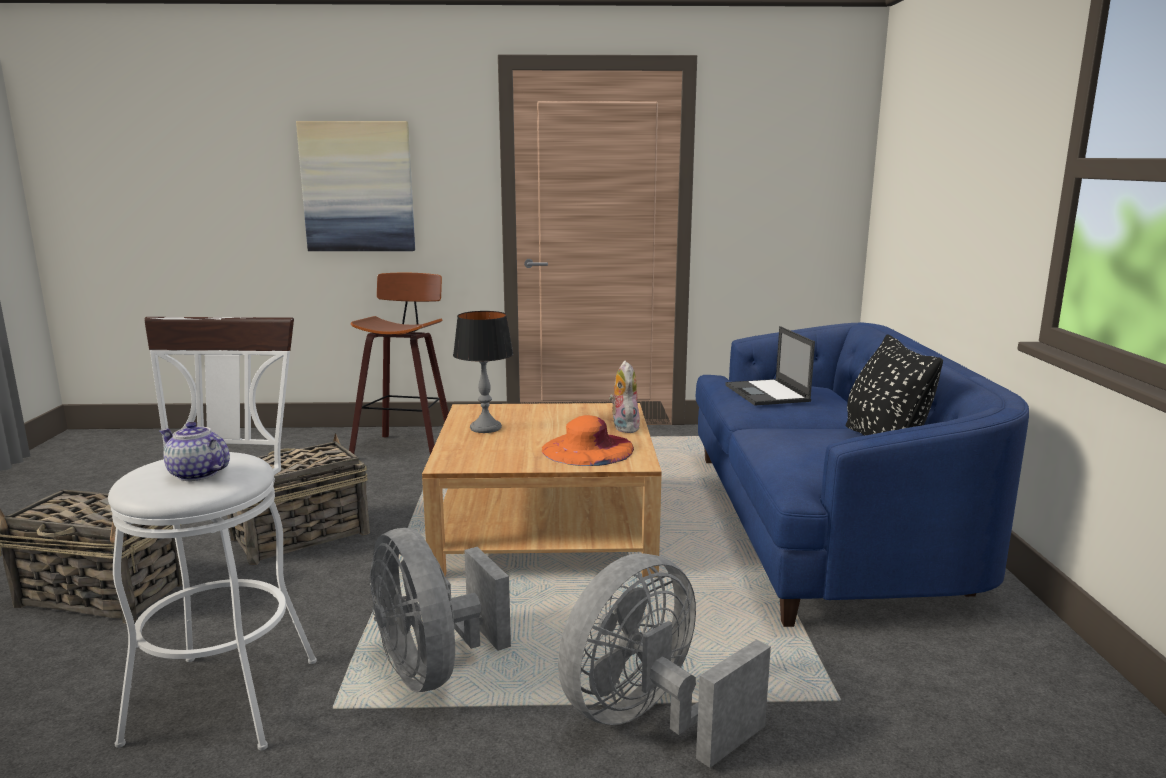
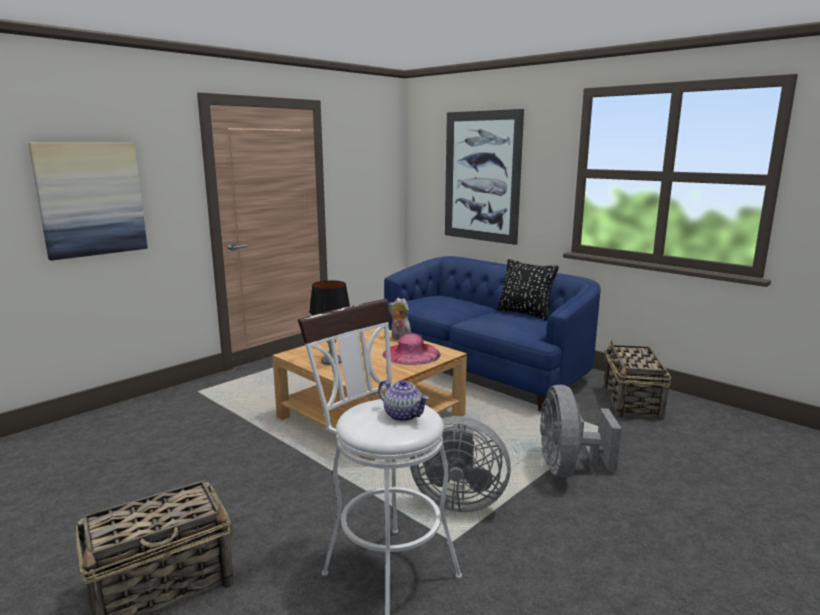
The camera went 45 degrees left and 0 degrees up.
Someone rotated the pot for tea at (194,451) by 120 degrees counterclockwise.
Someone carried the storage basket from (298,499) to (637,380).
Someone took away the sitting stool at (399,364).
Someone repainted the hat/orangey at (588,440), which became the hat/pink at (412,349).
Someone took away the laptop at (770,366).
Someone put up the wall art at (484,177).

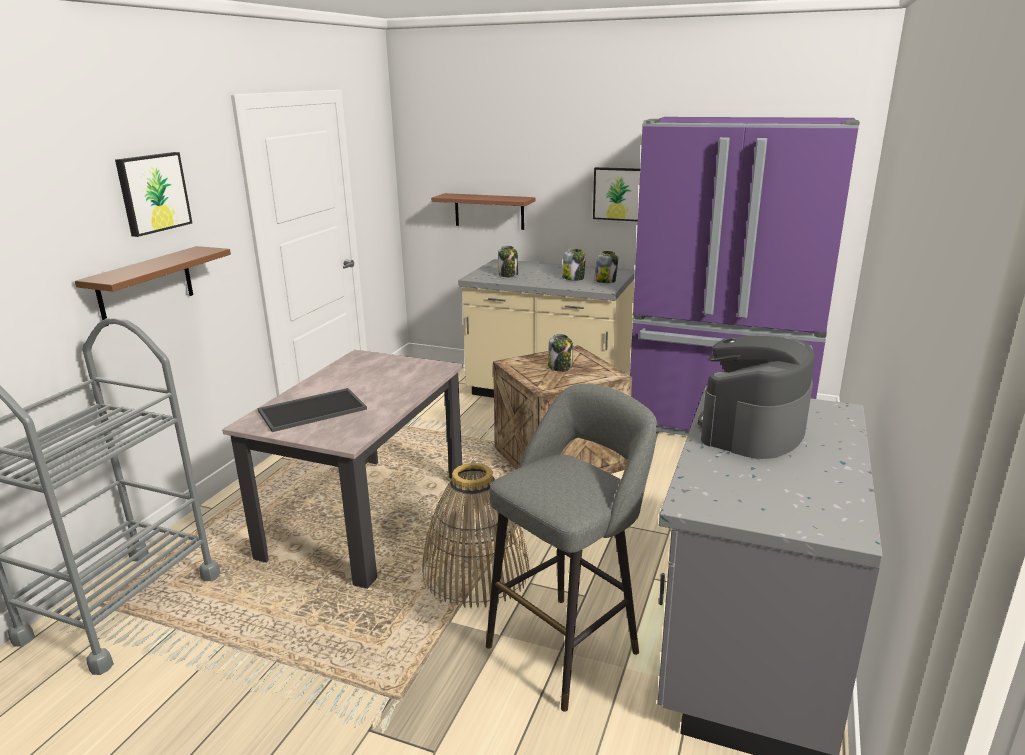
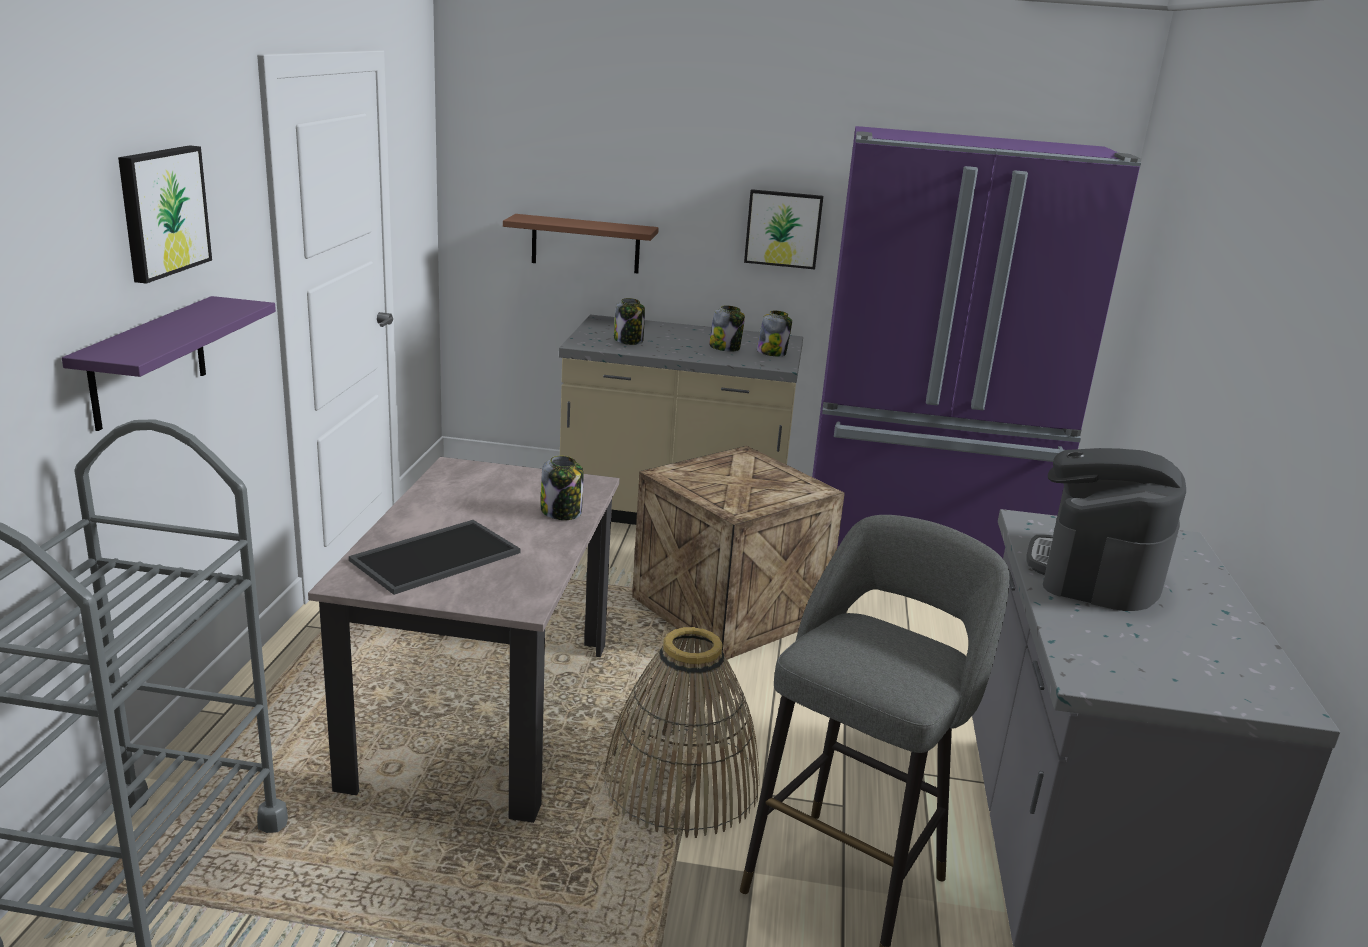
The camera went 15 degrees left and 0 degrees up.
Someone repainted the shelf/brown-coloured at (153,286), which became the shelf/purple-coloured at (169,363).
Someone carried the jar from (560,353) to (562,488).

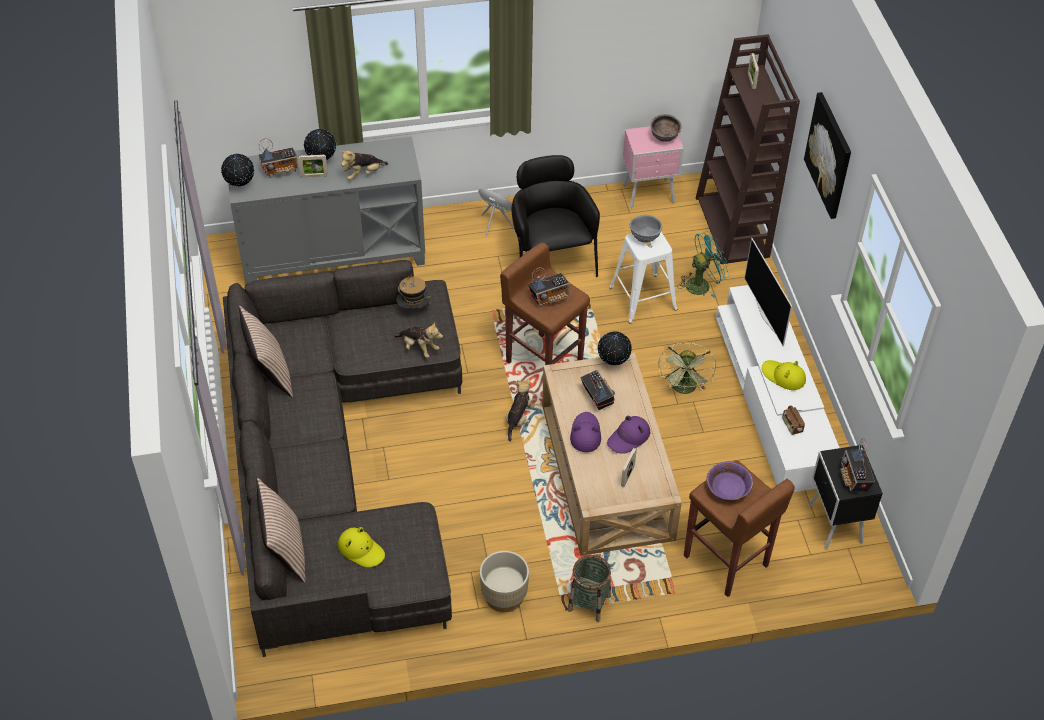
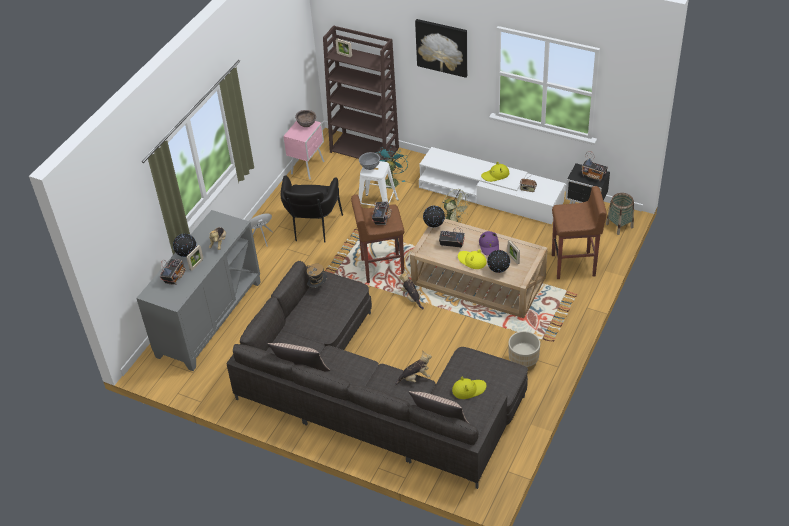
The camera went 50 degrees left and 5 degrees down.
Someone carried the globe from (237,170) to (498,261).
Someone carried the plush toy from (419,340) to (413,368).
Someone rotated the armchair/blackish at (556,216) by 105 degrees counterclockwise.
Someone carried the storage basket from (589,588) to (620,214).
Someone repainted the hat/purple-coloured at (585,432), which became the hat/yellow-coloured at (472,259).
Someone took away the deep dish/purple-coloured at (729,482).
Someone took away the television at (768,292).

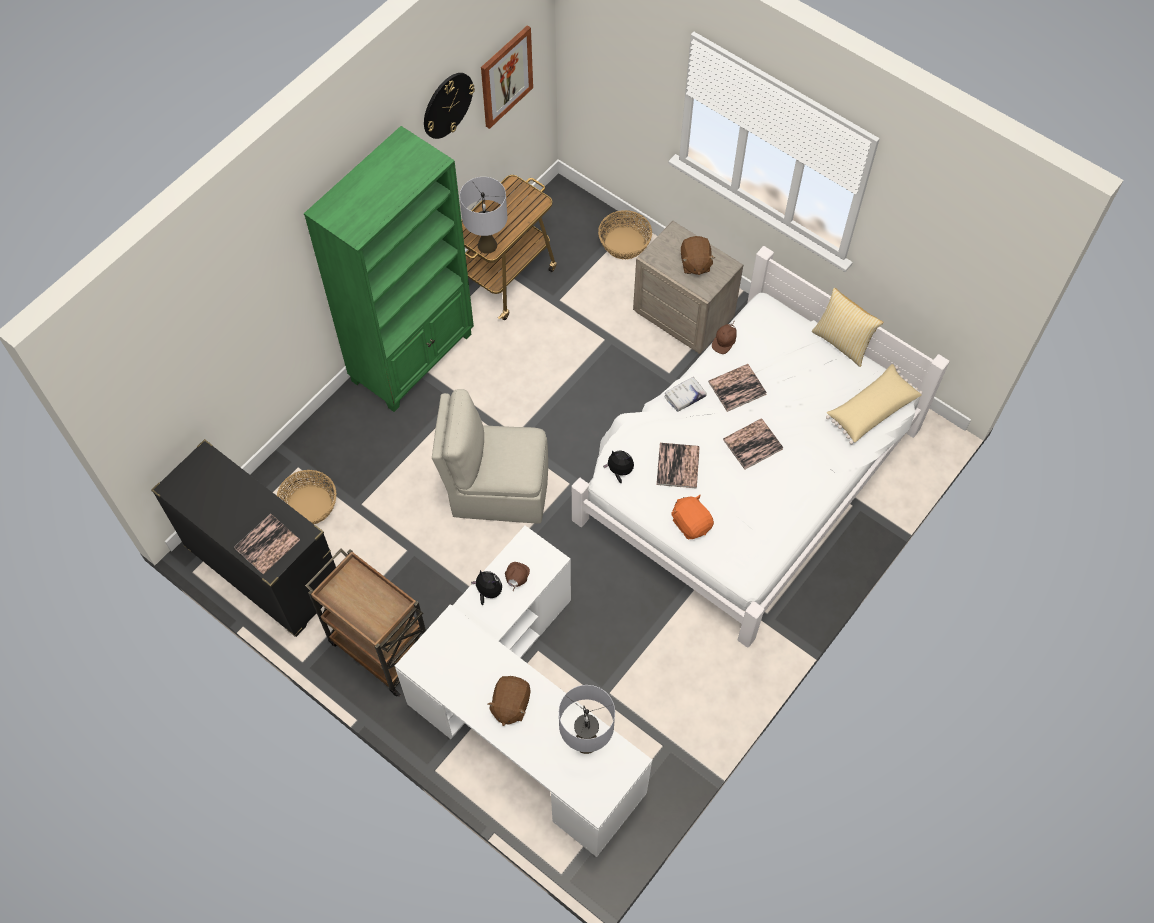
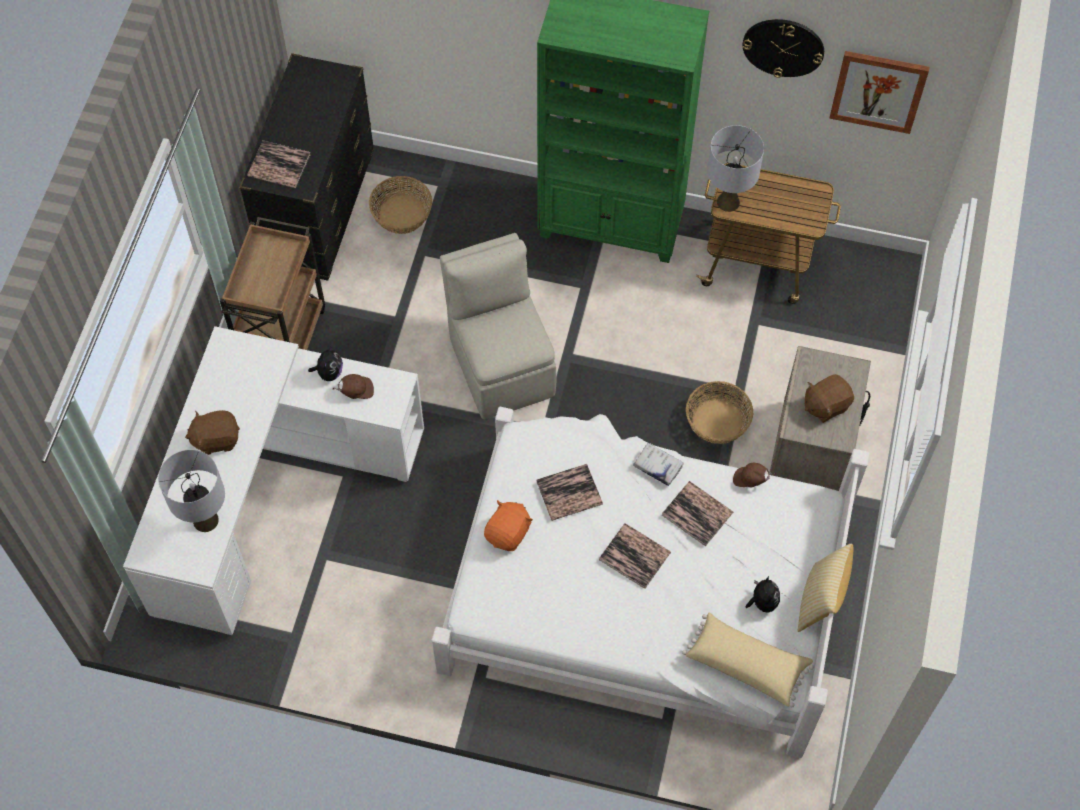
The camera went 65 degrees right and 0 degrees up.
Someone carried the storage basket from (625,234) to (719,412).
Someone carried the plush toy from (618,466) to (762,594).

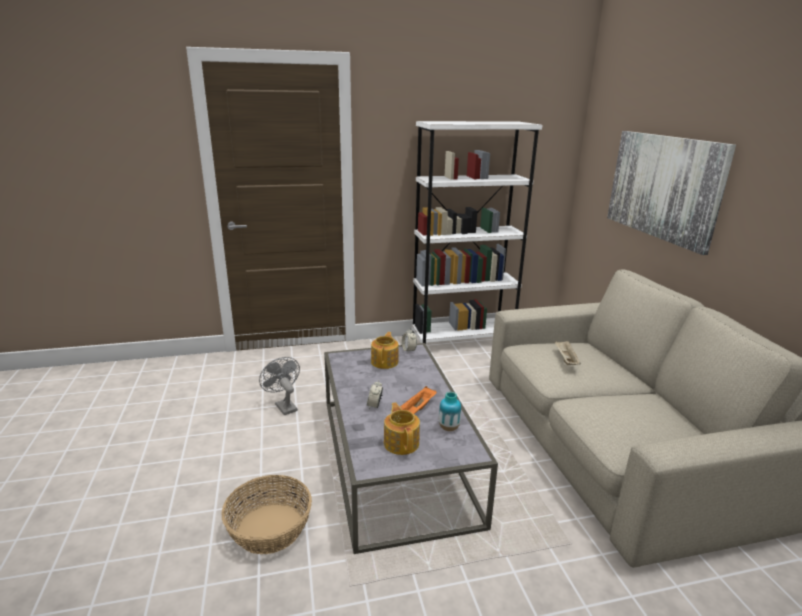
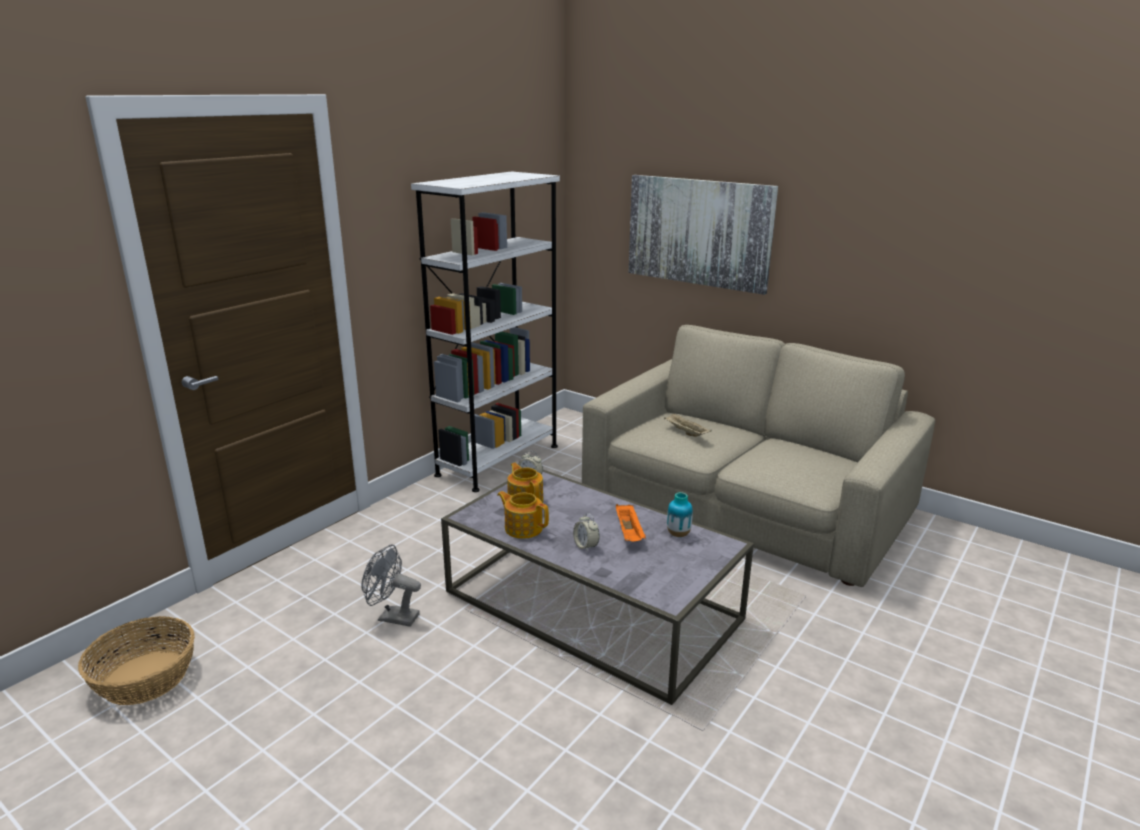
The camera went 40 degrees left and 0 degrees up.
Someone carried the storage basket from (266,514) to (136,660).
Someone carried the pot for tea from (402,428) to (523,515).

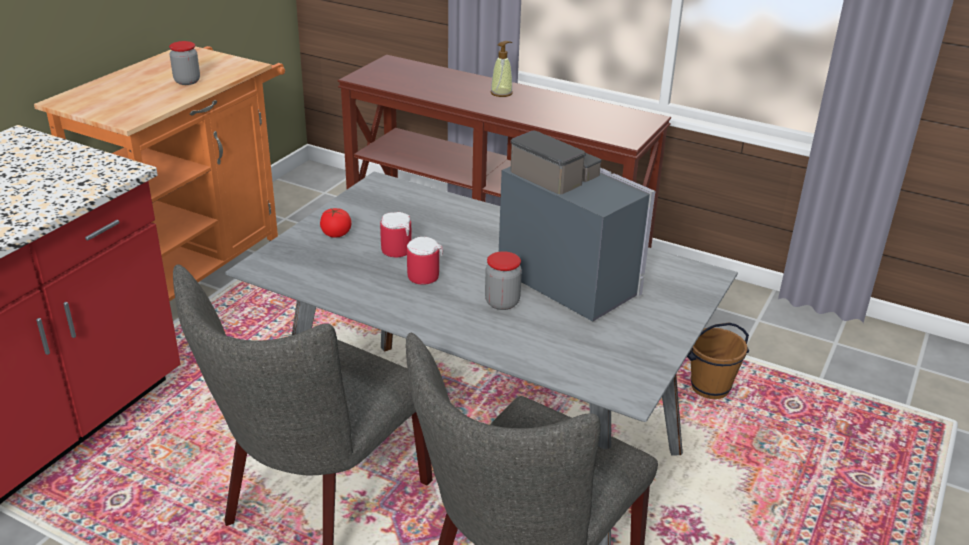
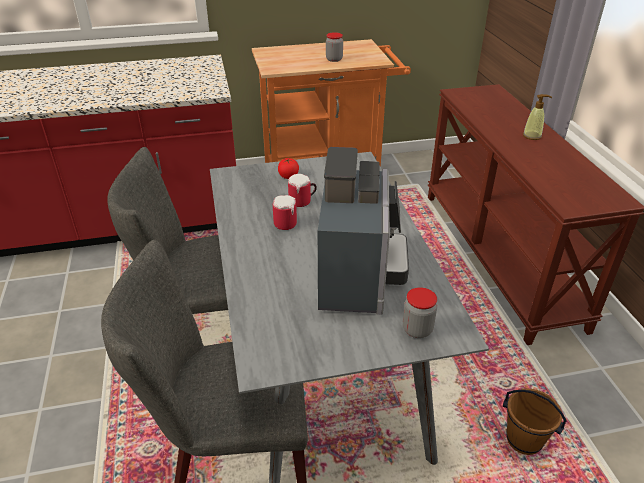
The camera went 50 degrees right and 5 degrees up.
Someone carried the jar from (503,280) to (420,312).

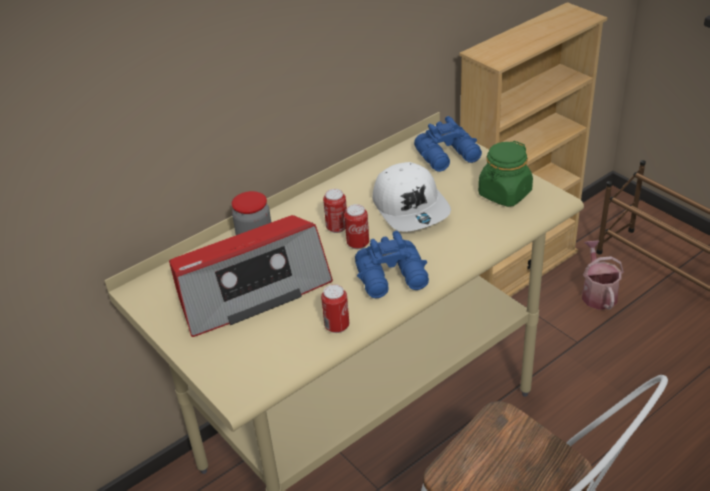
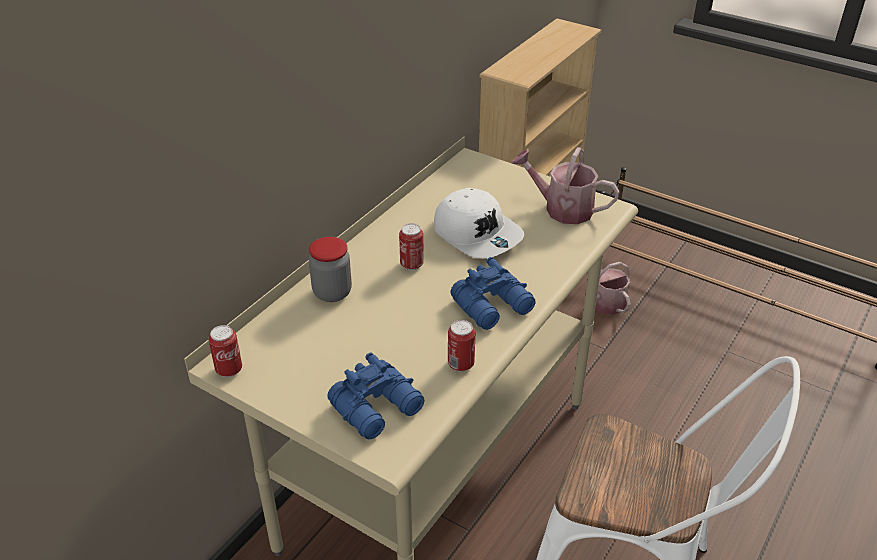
The camera went 20 degrees left and 0 degrees up.
Someone took away the radio receiver at (251,276).
Someone carried the sealed can from (356,226) to (225,351).
Someone carried the field glasses/bluish from (448,144) to (376,396).
Someone swapped the jar/green-coloured at (505,174) for the watering can at (566,185).

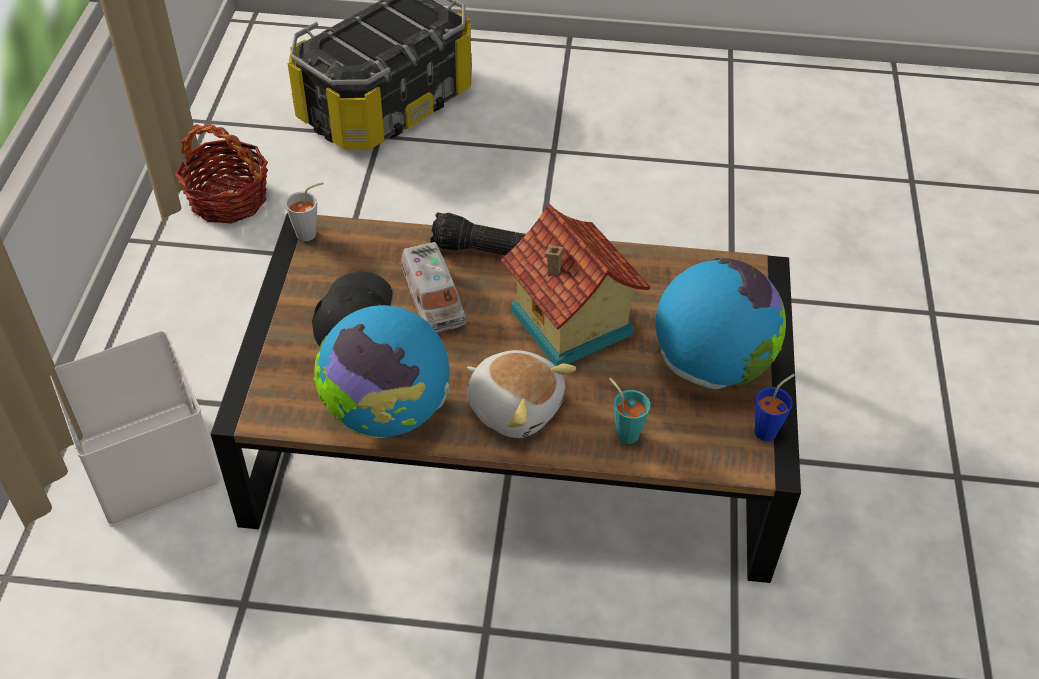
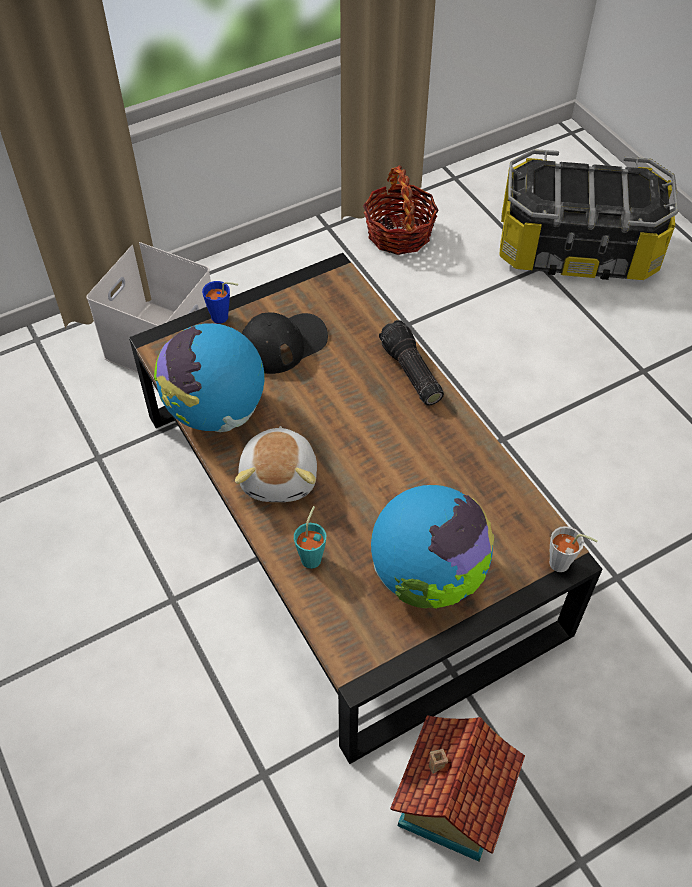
The camera went 55 degrees right and 5 degrees up.
Someone carried the drinking cup/greyish from (304,211) to (573,549).
Someone took away the model truck at (433,287).
Someone carried the model house from (576,285) to (457,788).
Someone carried the drinking cup/bluish from (774,407) to (220,302).

